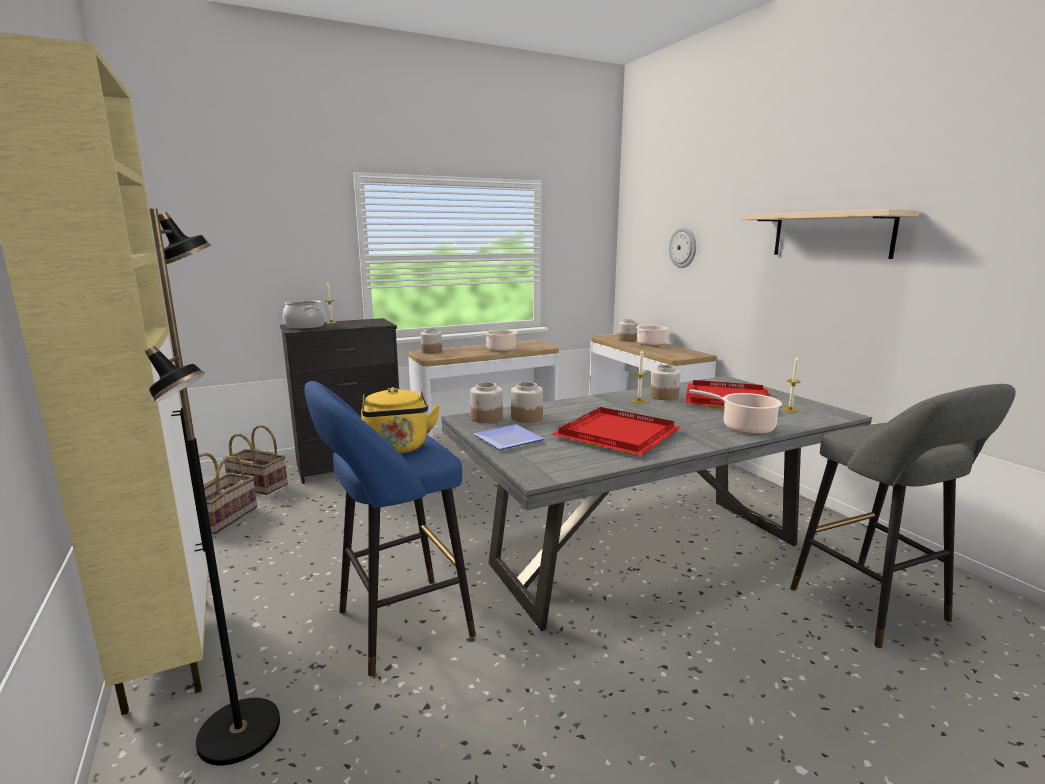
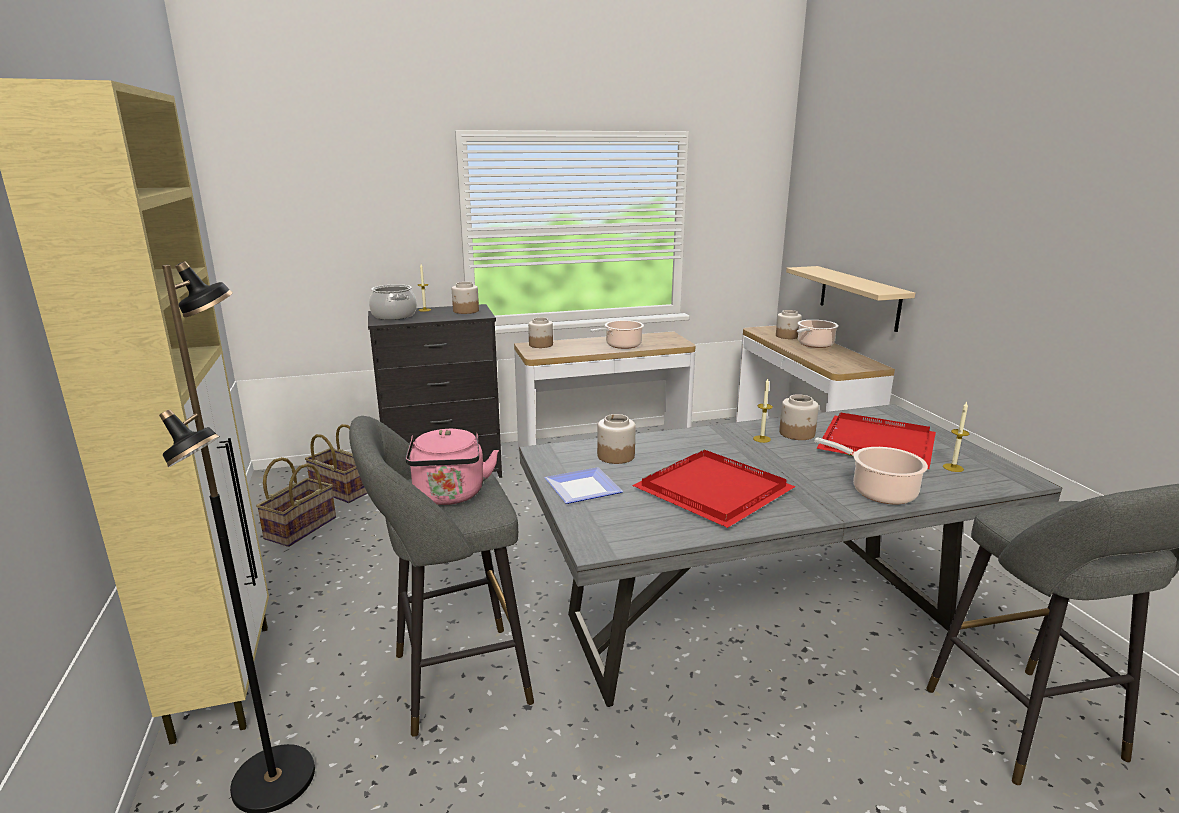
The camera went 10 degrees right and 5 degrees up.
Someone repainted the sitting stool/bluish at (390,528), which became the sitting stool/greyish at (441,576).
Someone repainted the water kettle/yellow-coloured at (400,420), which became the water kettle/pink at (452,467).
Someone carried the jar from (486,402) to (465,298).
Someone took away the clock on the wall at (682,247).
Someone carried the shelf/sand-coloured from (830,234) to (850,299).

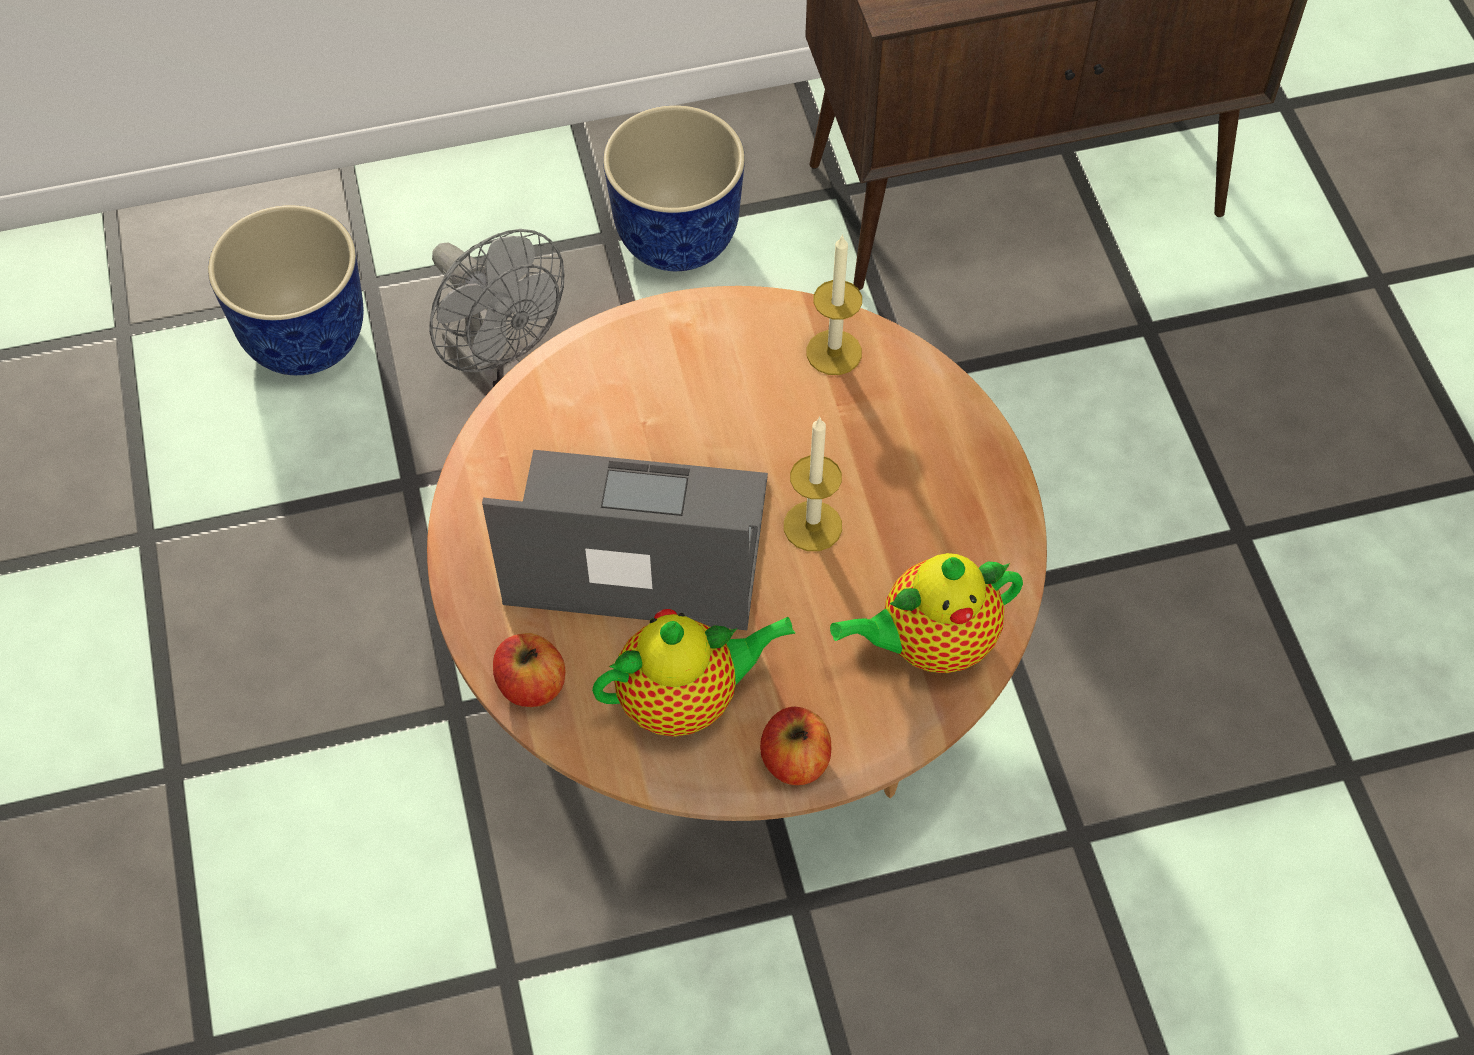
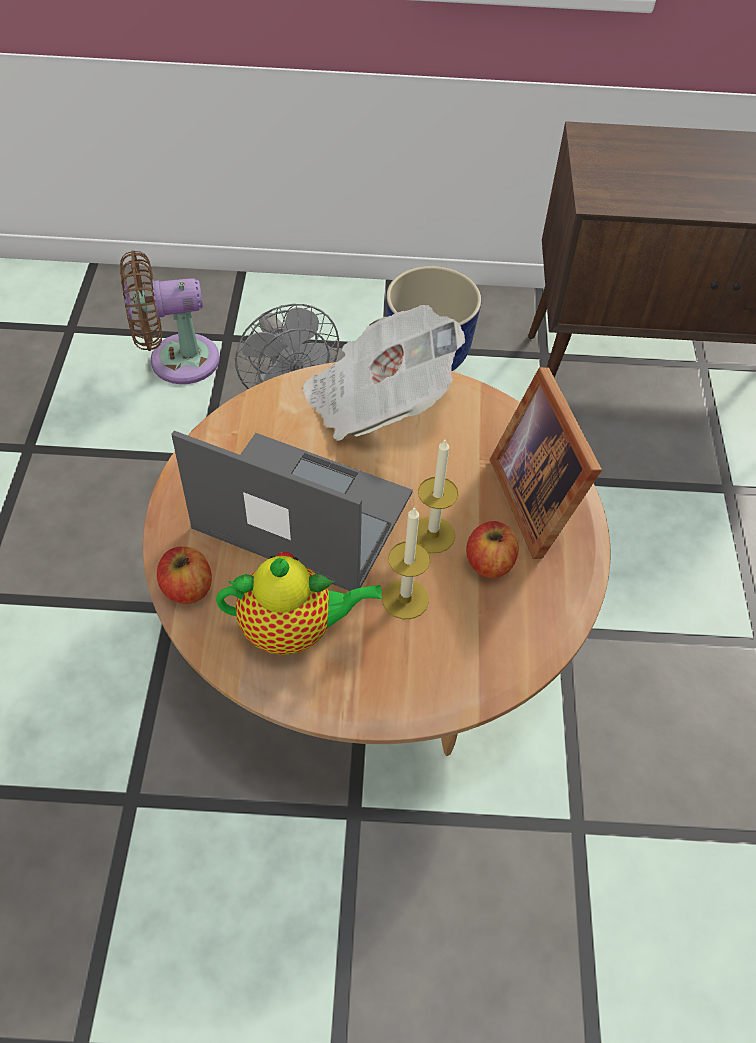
The camera went 15 degrees right and 5 degrees down.
Someone swapped the plant pot at (286,290) for the cooling fan/brown-coloured at (170,317).
Someone carried the whole apple from (795,746) to (492,549).
Someone carried the candle from (834,304) to (406,562).
Someone took away the pot for tea at (926,613).
Someone put down the daily paper at (383,373).
Someone put down the standing frame at (546,463).

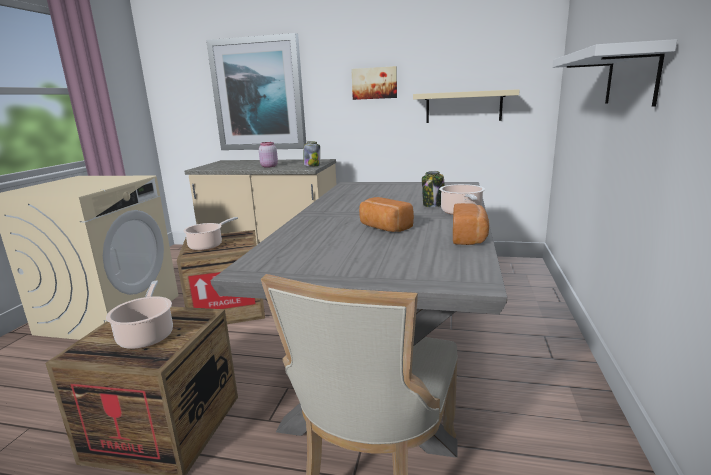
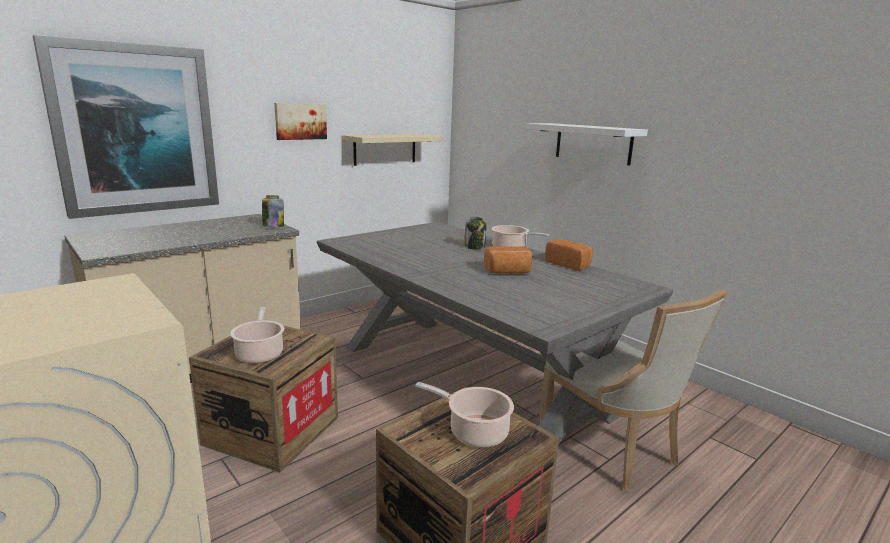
The camera went 55 degrees left and 0 degrees up.
Someone took away the jar/pink at (268,155).

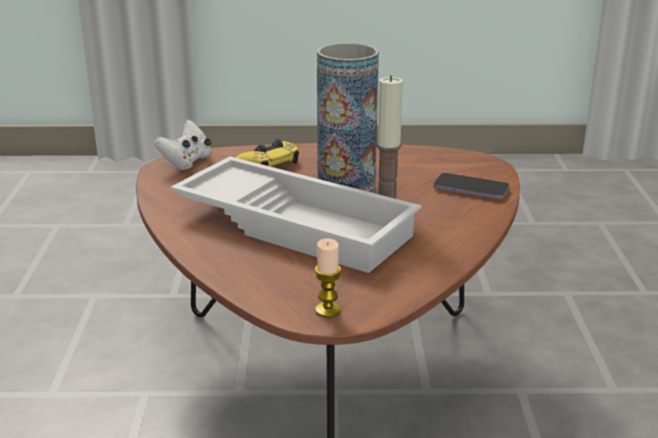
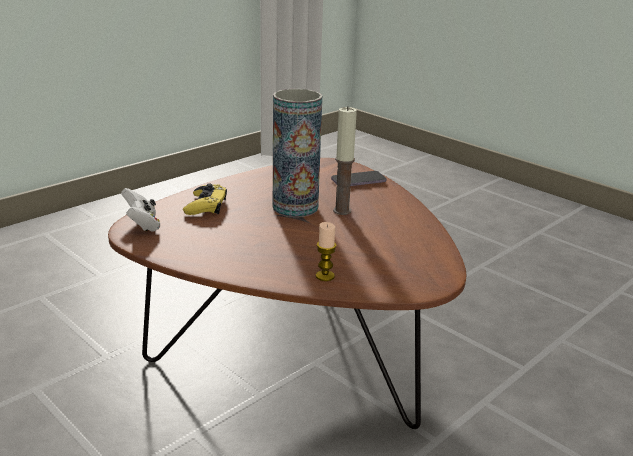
The camera went 45 degrees left and 0 degrees up.
Someone took away the carrying tray/white at (296,214).
Someone carried the candle from (328,278) to (326,251).

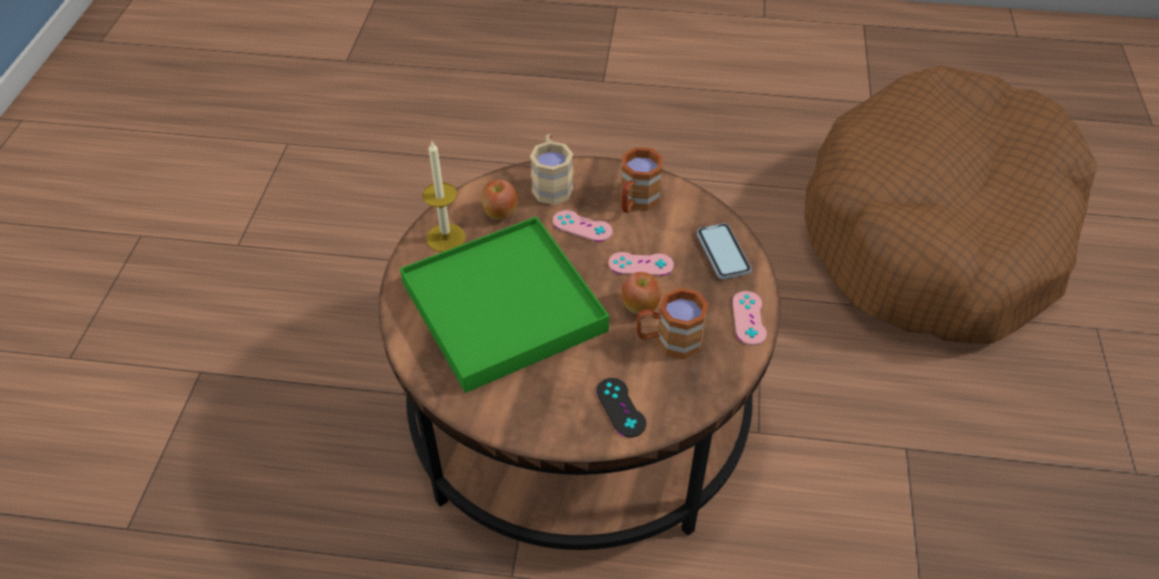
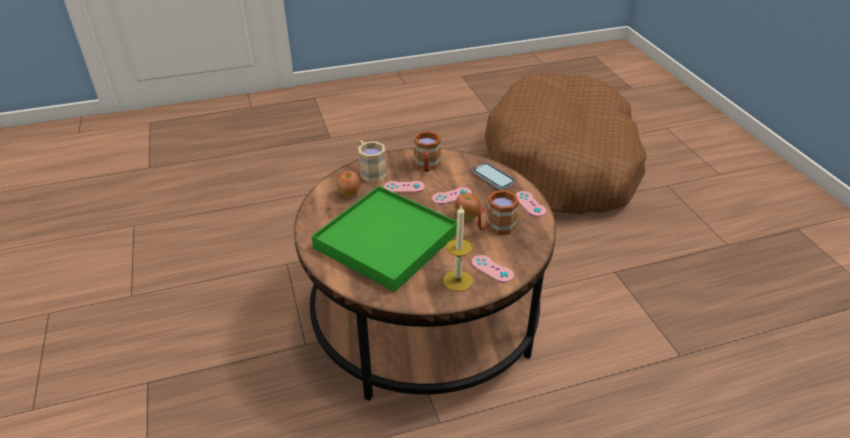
The camera went 25 degrees left and 10 degrees down.
Someone carried the candle from (444,196) to (458,249).
Someone repainted the game controller/blackish at (621,408), which became the game controller/pink at (493,269).

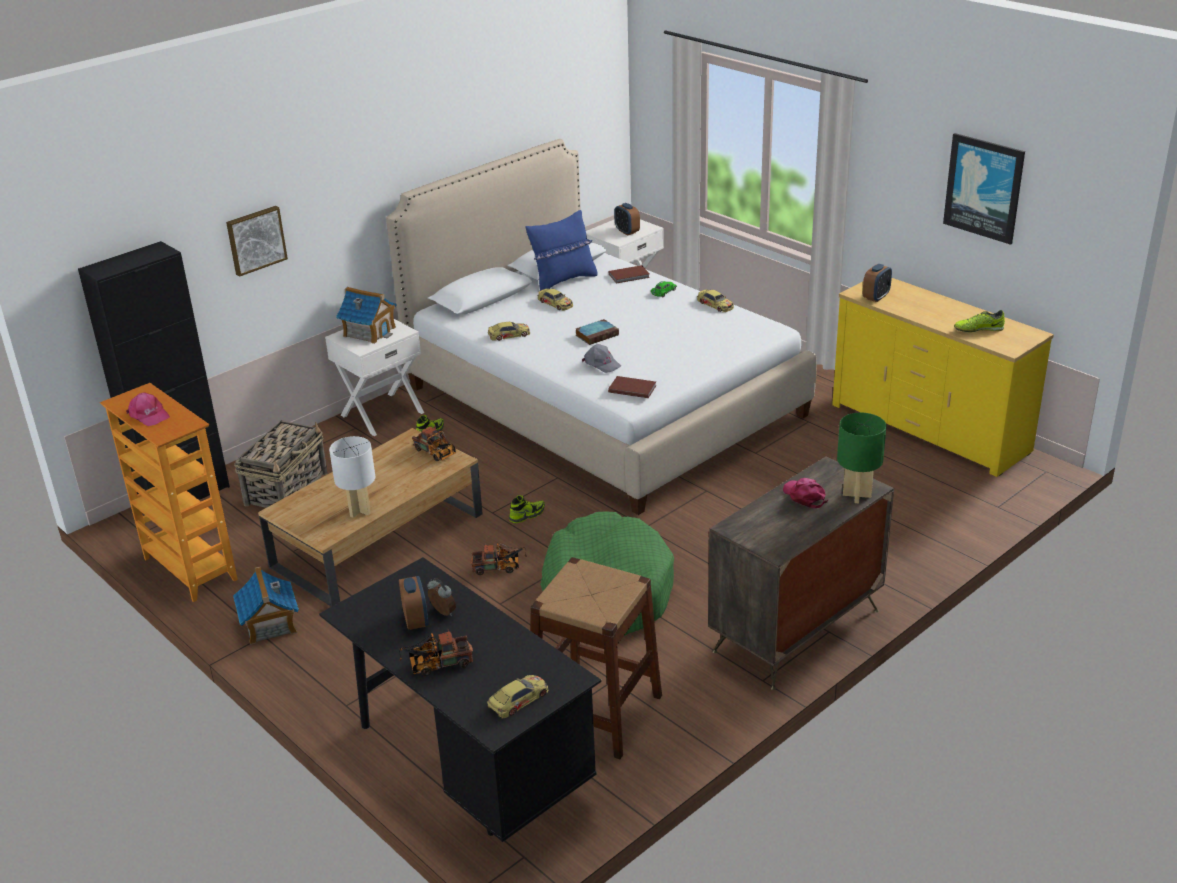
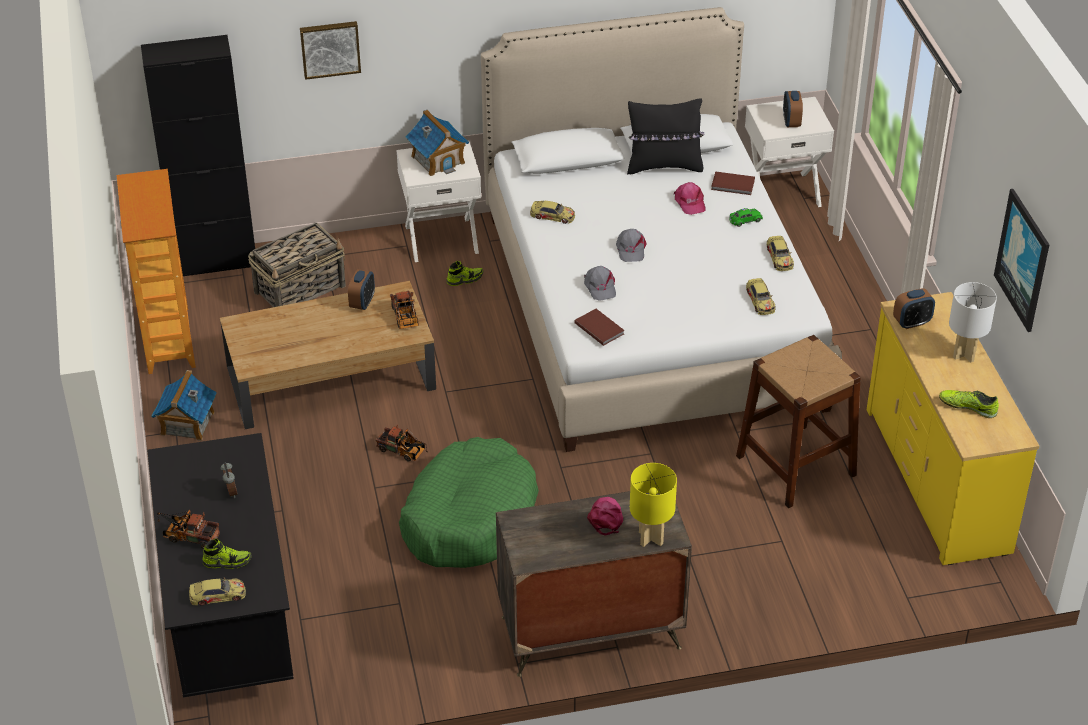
The camera went 30 degrees right and 10 degrees up.
Someone carried the peaked cap/pink from (148,409) to (690,198).
Someone carried the table lamp/white from (352,477) to (973,322).
Someone carried the bedside clock from (414,603) to (361,289).
Someone carried the item of footwear from (527,509) to (226,554).
Someone repainted the throw pillow/bluish at (561,250), which became the throw pillow/blackish at (666,136).
Someone carried the sitting stool/brown-coloured from (596,658) to (798,421).
Someone carried the miniature car from (555,299) to (761,296).
Someone swapped the bound book at (597,332) for the peaked cap/greyish at (631,245).
Someone repainted the table lamp/green-coloured at (862,458), which became the table lamp/yellow-coloured at (653,505).

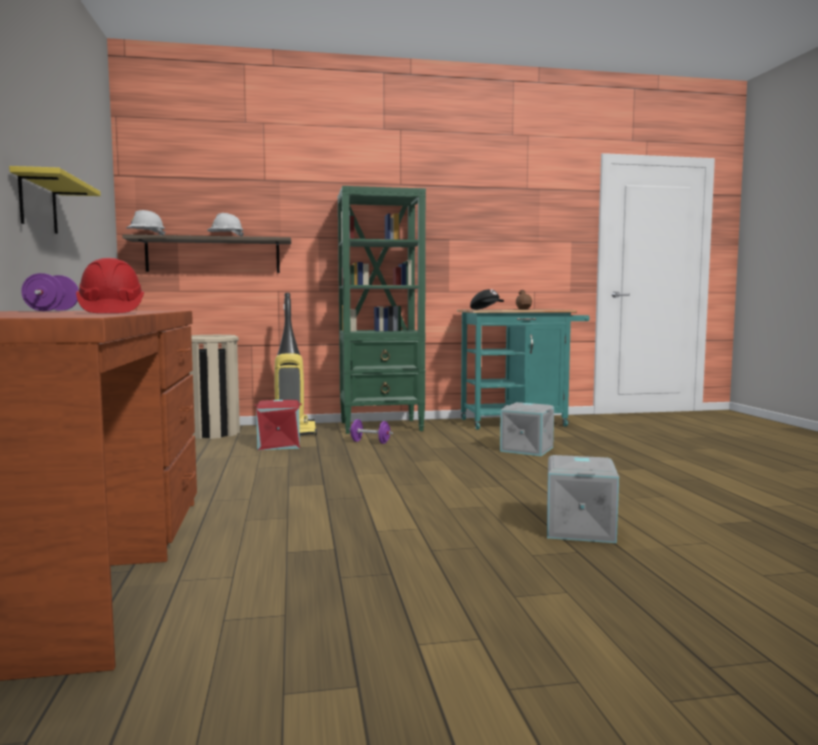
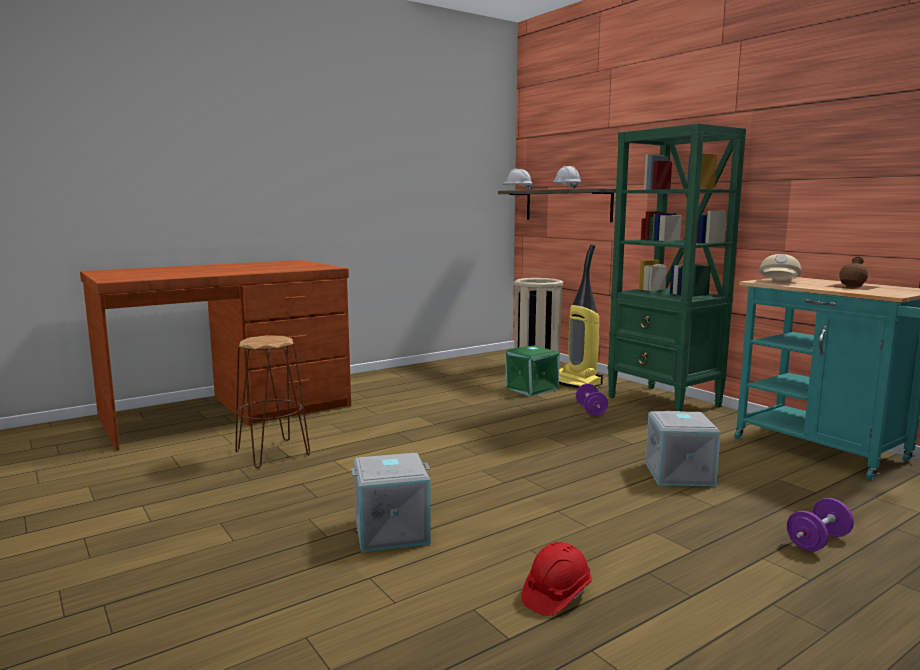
The camera went 65 degrees right and 5 degrees up.
Someone took away the shelf/yellow-coloured at (55,200).
Someone carried the free weight/purple-coloured from (50,292) to (820,525).
Someone carried the safety helmet/red-coloured from (110,285) to (556,579).
Someone repainted the storage box/red-coloured at (278,425), which became the storage box/green-coloured at (532,370).
Someone repainted the peaked cap/blackish at (487,299), which became the peaked cap/sand-coloured at (780,267).
Someone put down the sitting stool/brown-coloured at (272,401).

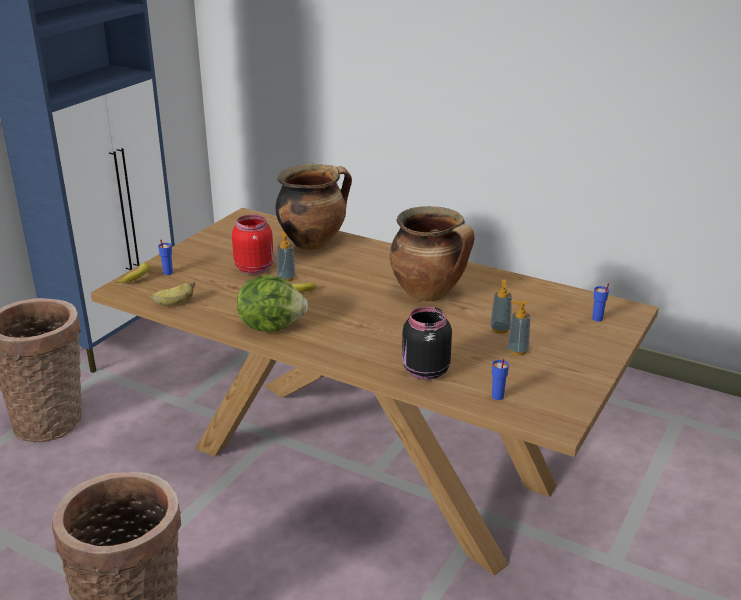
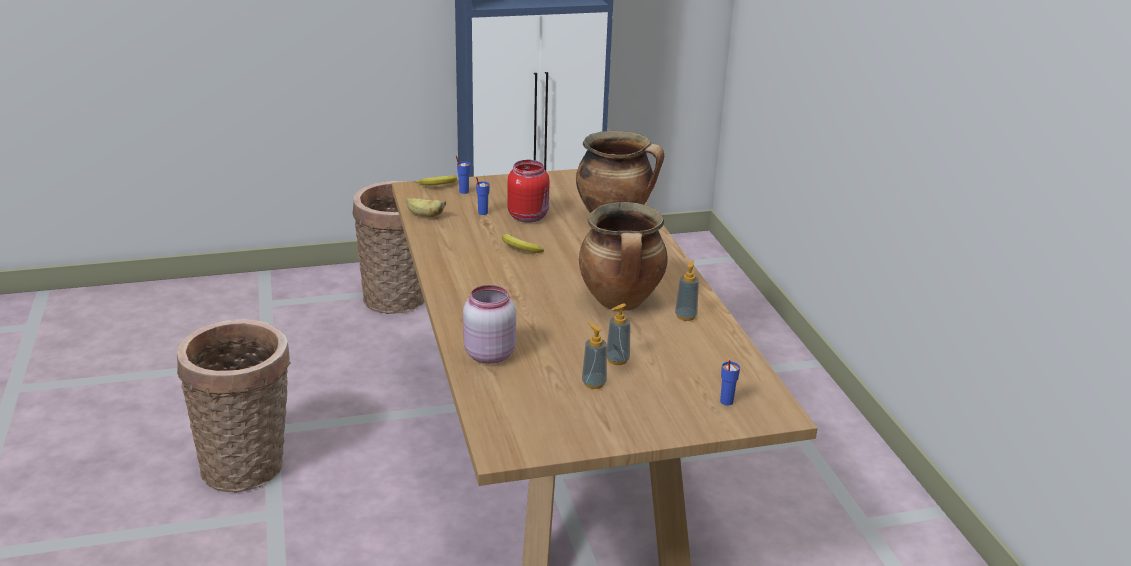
The camera went 45 degrees right and 0 degrees up.
Someone took away the lettuce head at (272,303).
Someone carried the liquid soap bottle from (286,256) to (687,290).
Someone repainted the jar/blackish at (427,343), which became the jar/pink at (489,324).
Someone carried the drinking cup/bluish from (500,379) to (483,196).

